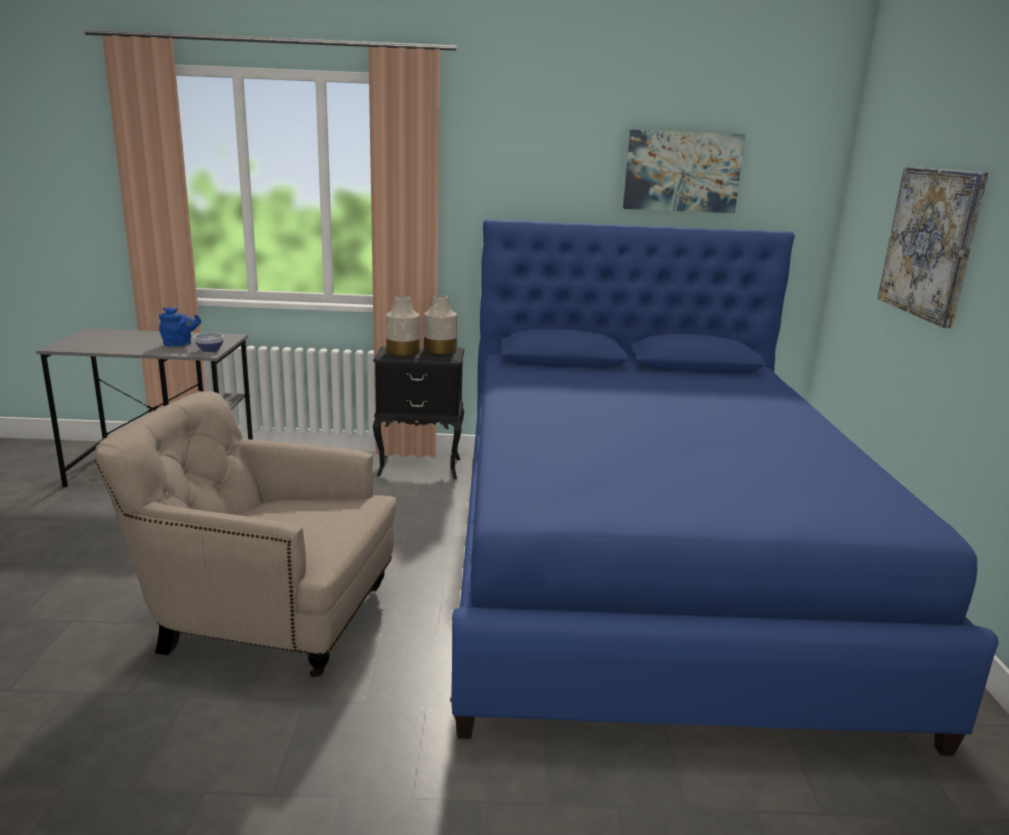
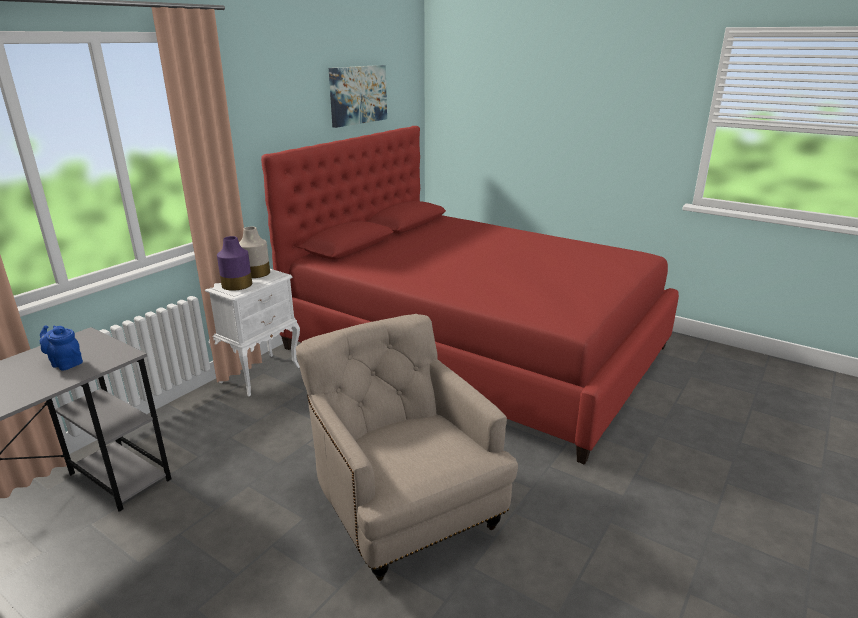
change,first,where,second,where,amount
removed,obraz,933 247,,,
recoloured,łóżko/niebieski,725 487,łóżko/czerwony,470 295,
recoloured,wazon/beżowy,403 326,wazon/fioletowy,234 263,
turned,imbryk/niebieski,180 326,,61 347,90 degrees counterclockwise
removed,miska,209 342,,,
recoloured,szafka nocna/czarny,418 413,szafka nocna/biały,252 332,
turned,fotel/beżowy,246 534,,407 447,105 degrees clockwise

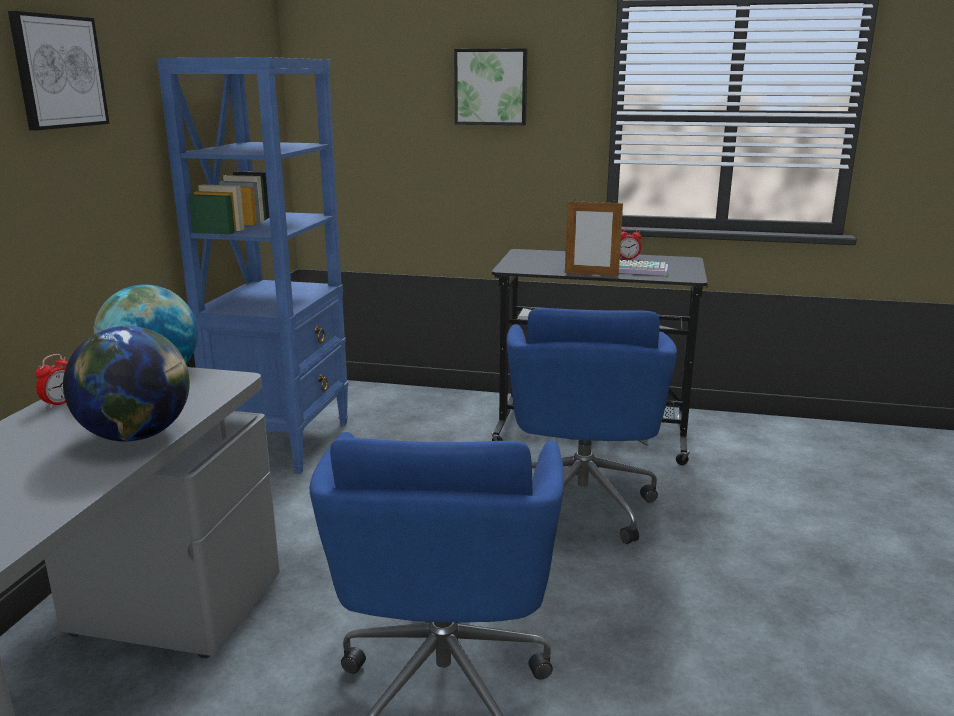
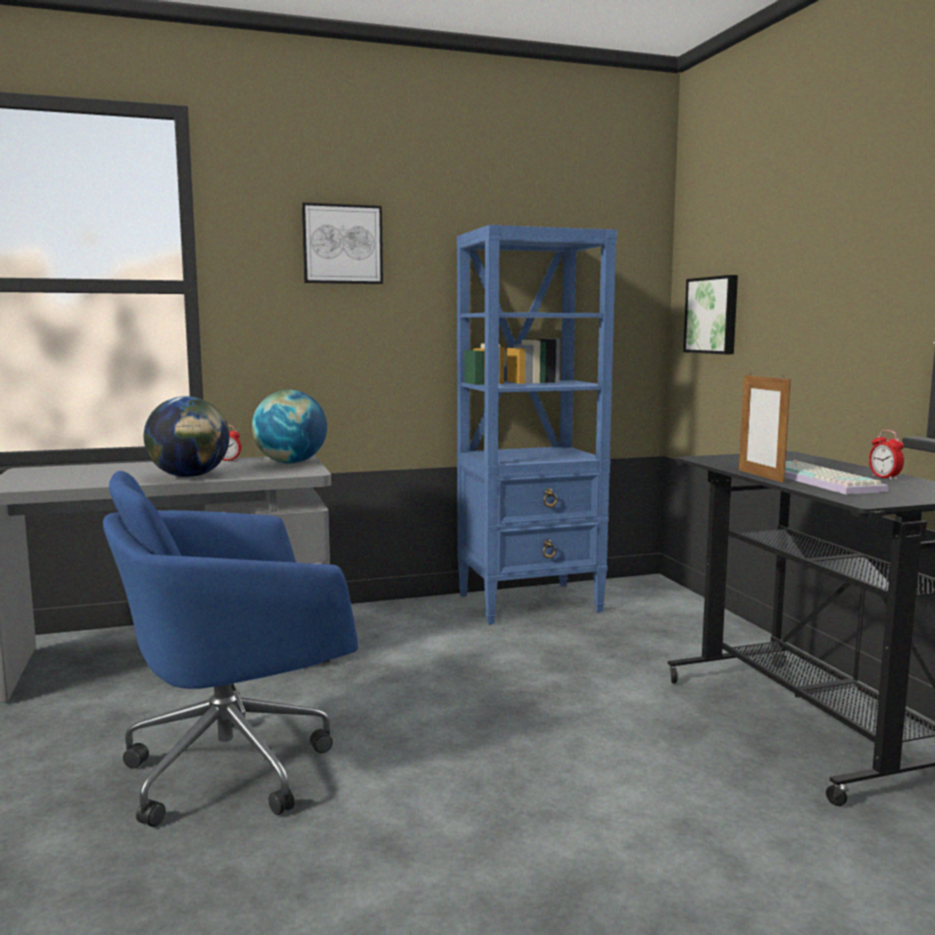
change,first,where,second,where,amount
moved,obraz,490 86,,710 314,
removed,krzesło biurowe/niebieski,592 426,,,

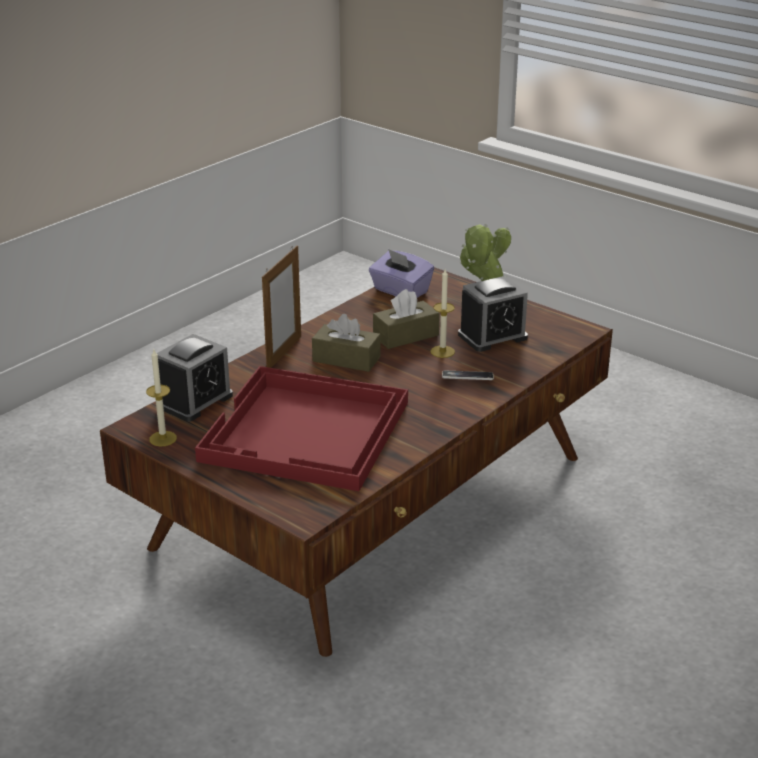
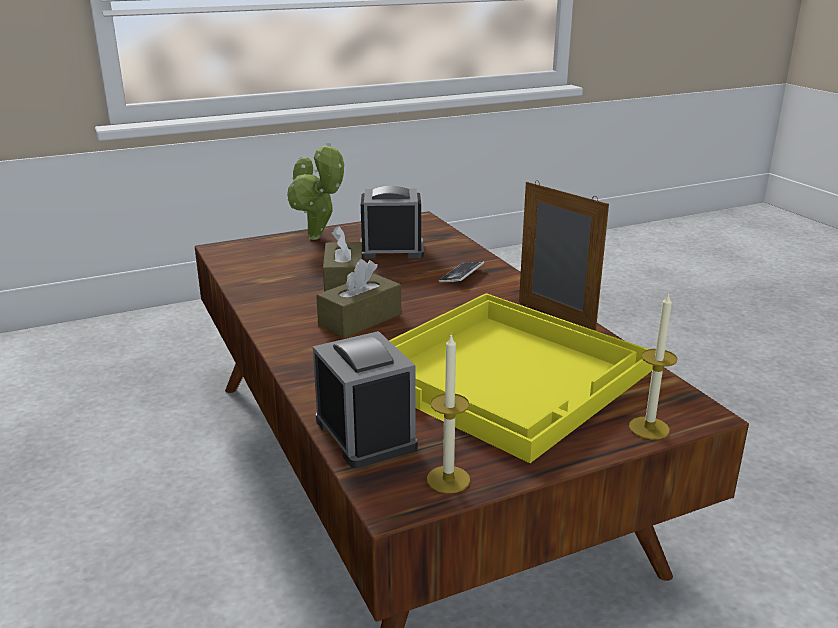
change,first,where,second,where,amount
moved,ramka na zdjęcie,281 306,,564 256,
removed,pudełko chusteczek/fioletowy,401 273,,,
moved,świeca,443 313,,653 365,
turned,budzik,493 314,,392 222,90 degrees counterclockwise
recoloured,taca/czerwony,301 428,taca/żółty,521 378,

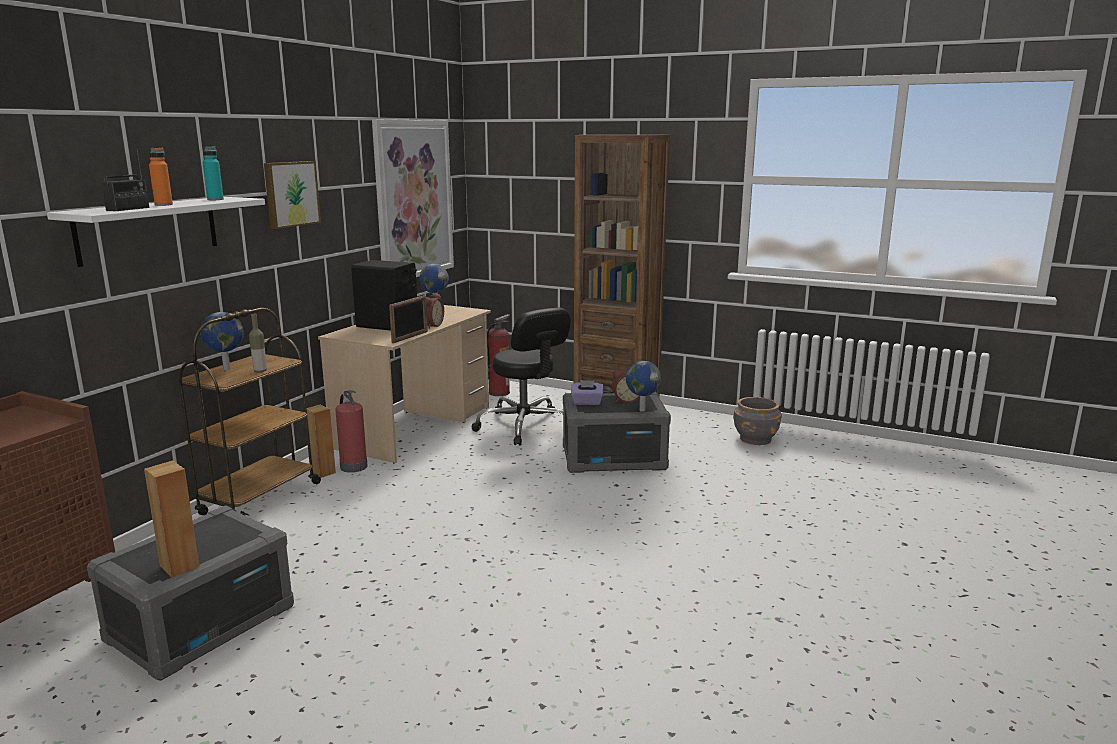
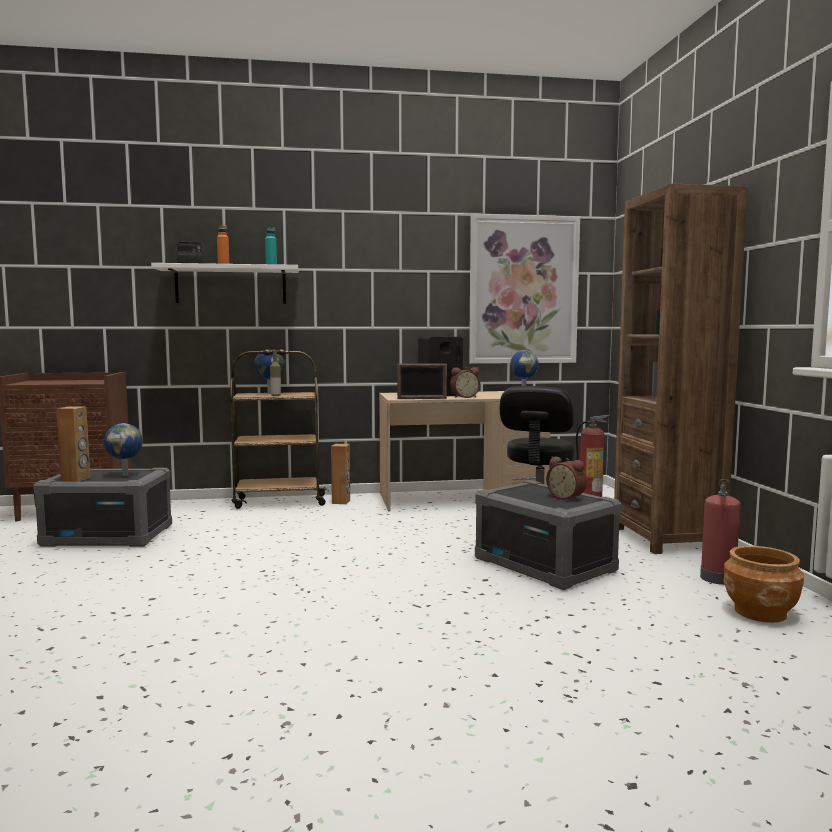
change,first,where,second,where,amount
removed,obraz,292 195,,,
moved,globus,643 386,,123 449,
removed,pudełko chusteczek/fioletowy,587 392,,,
moved,gaśnica,352 431,,720 532,
recoloured,donica/szary,757 421,donica/brązowy,764 584,

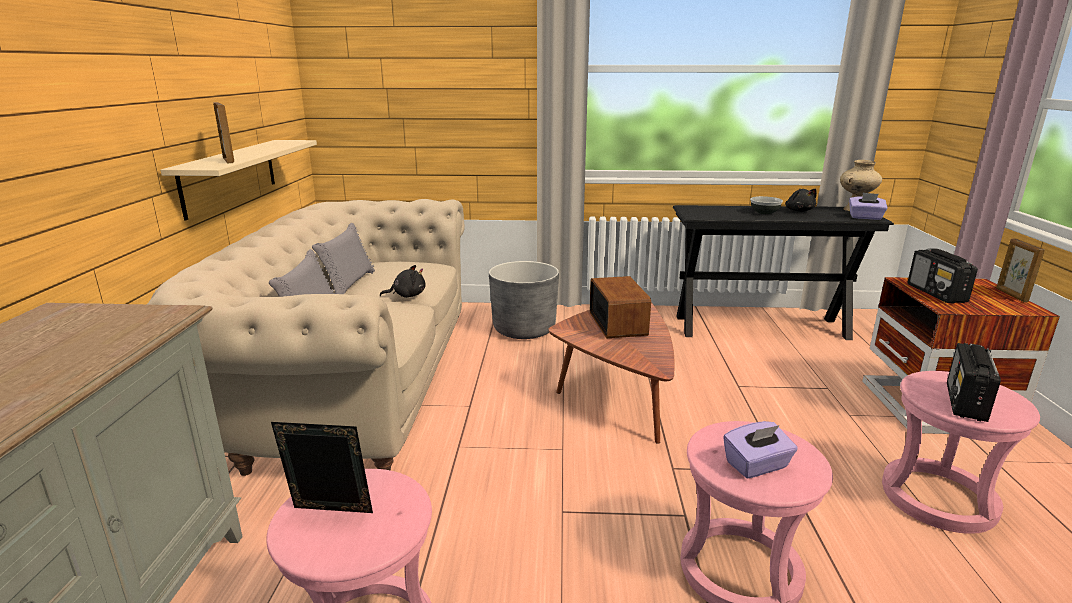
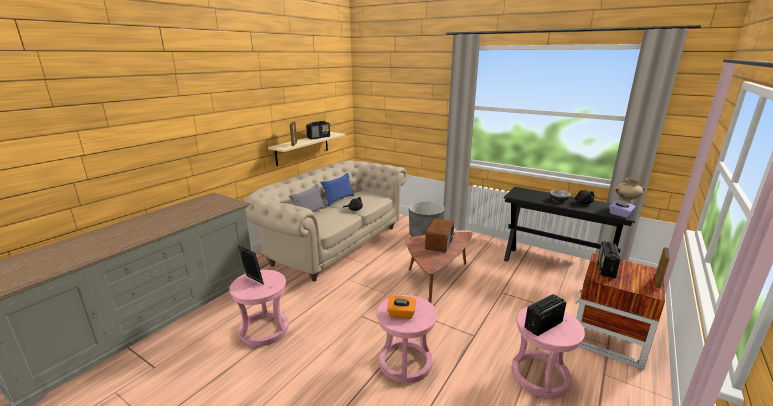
change,first,where,second,where,amount
recoloured,poduszka/szary,343 258,poduszka/niebieski,337 189,
recoloured,pudełko chusteczek/fioletowy,760 449,pudełko chusteczek/pomarańczowy,401 307,
added,,,radio,318 130,

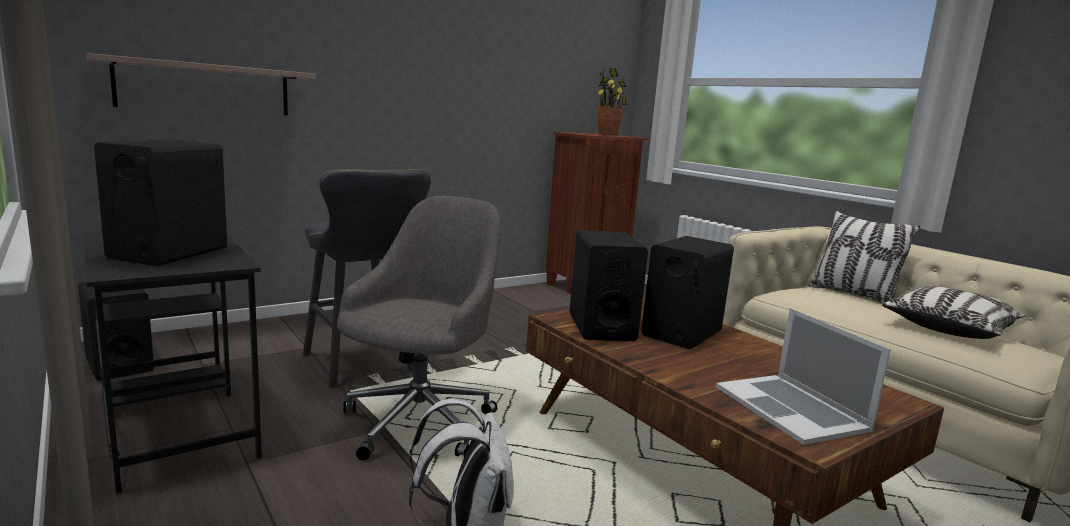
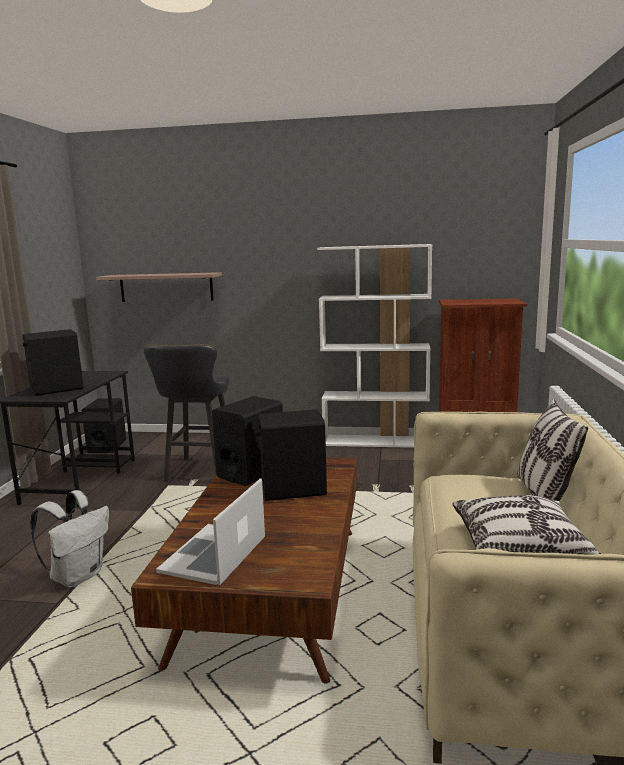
change,first,where,second,where,amount
removed,roślina doniczkowa,611 102,,,
removed,krzesło biurowe/szary,418 328,,,
added,,,regał/biały,374 346,

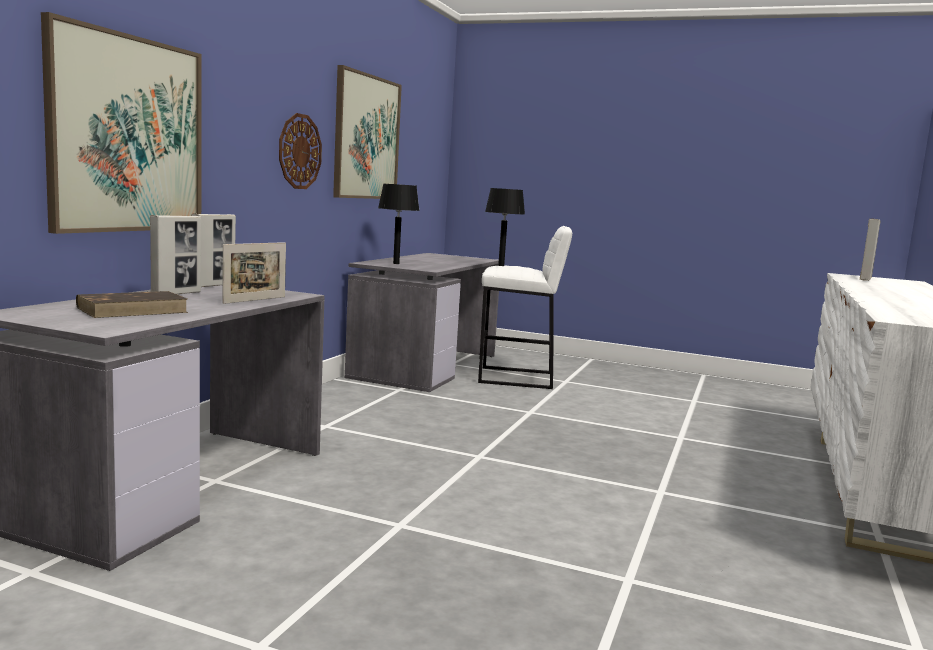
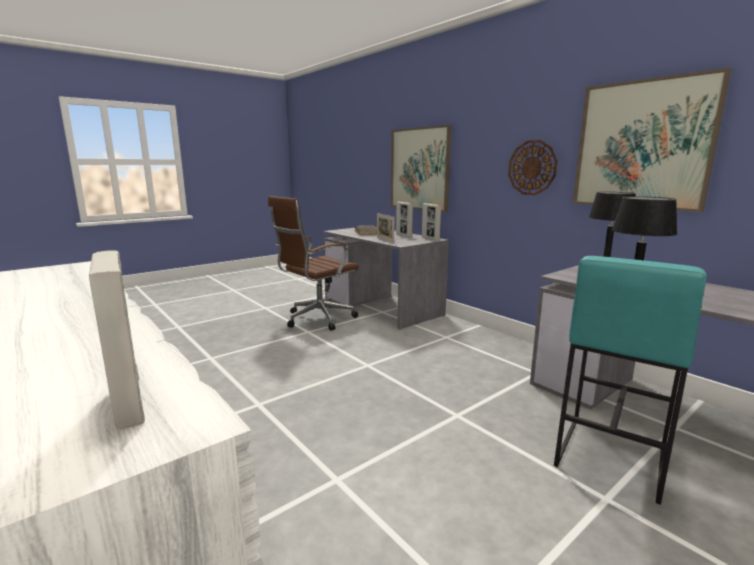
change,first,where,second,where,amount
recoloured,stołek/biały,525 307,stołek/turkusowy,630 380,
added,,,krzesło biurowe/brązowy,313 263,

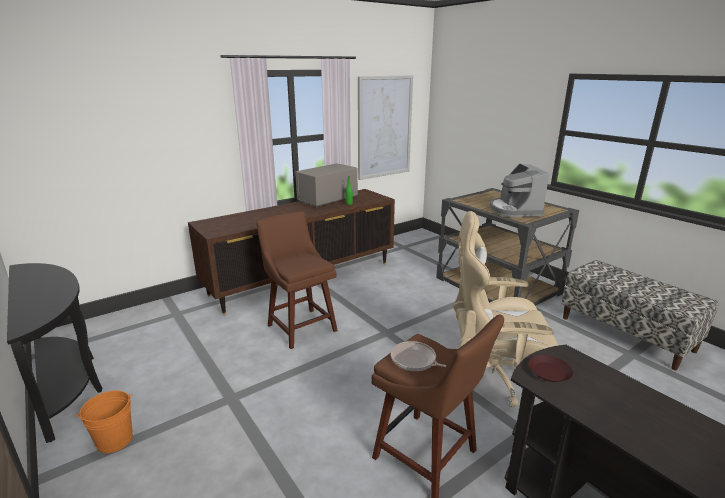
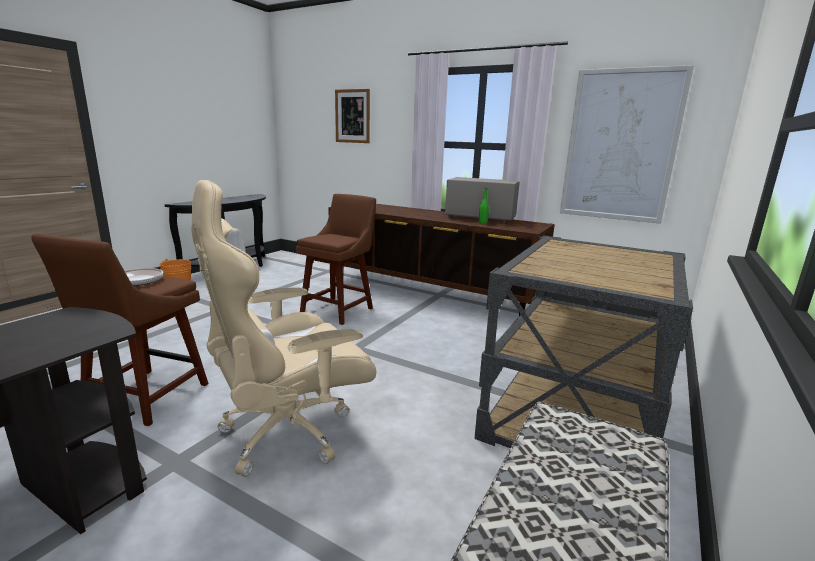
change,first,where,second,where,amount
removed,ekspres do kawy,519 190,,,
turned,krzesło biurowe/beżowy,505 309,,283 328,105 degrees counterclockwise
removed,talerz/brązowy,550 368,,,
added,,,obraz,352 116,

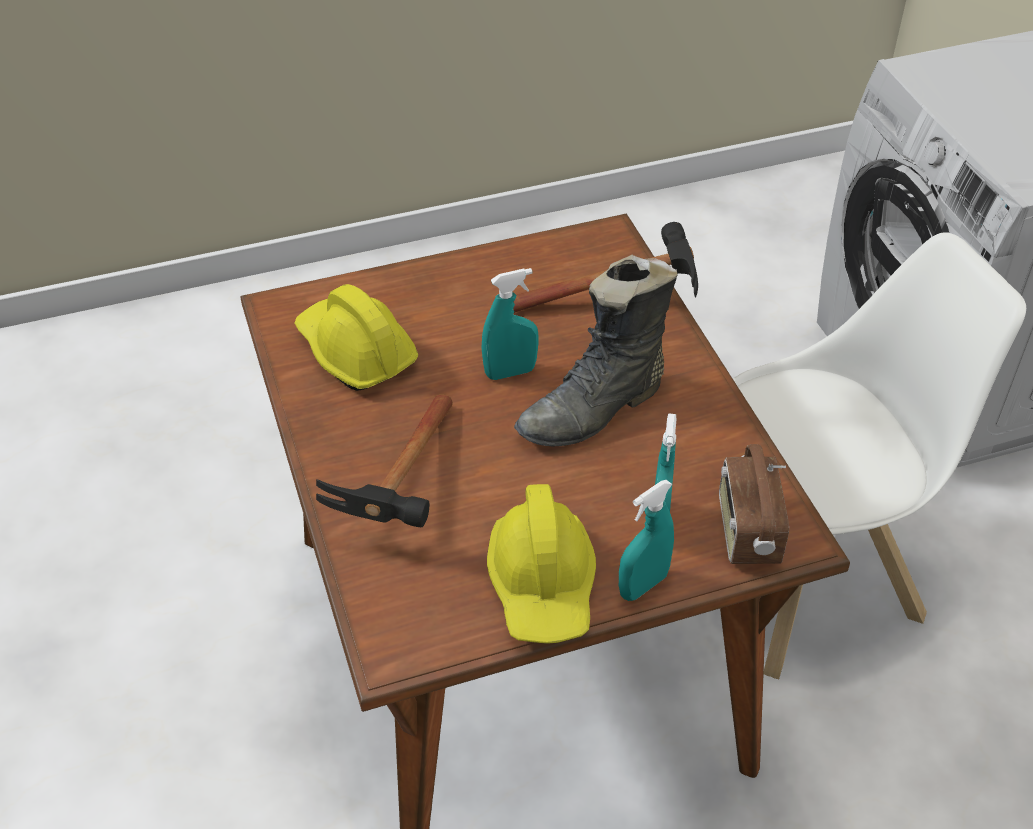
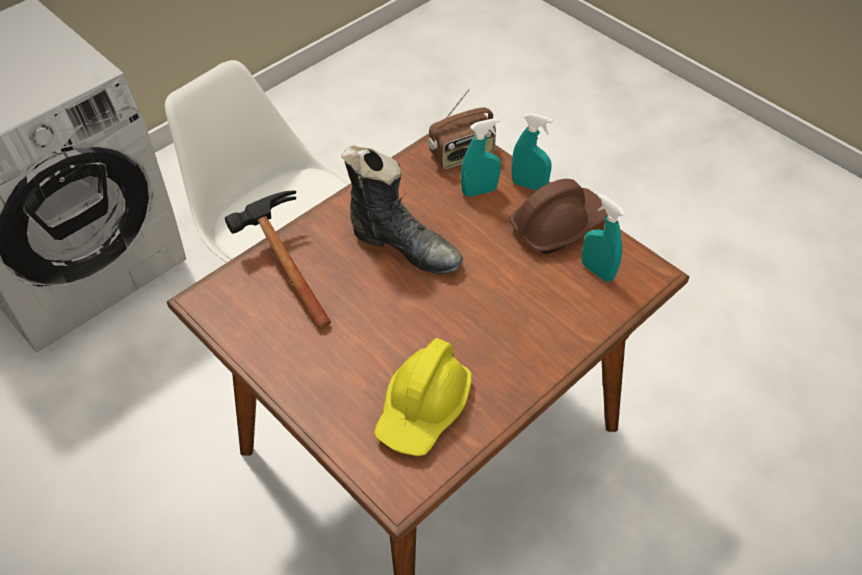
change,first,where,second,where,amount
moved,spryskiwacz/turkusowy,510 324,,603 238,
removed,młotek,384 461,,,
recoloured,kask/żółty,541 564,kask/brązowy,558 216,

